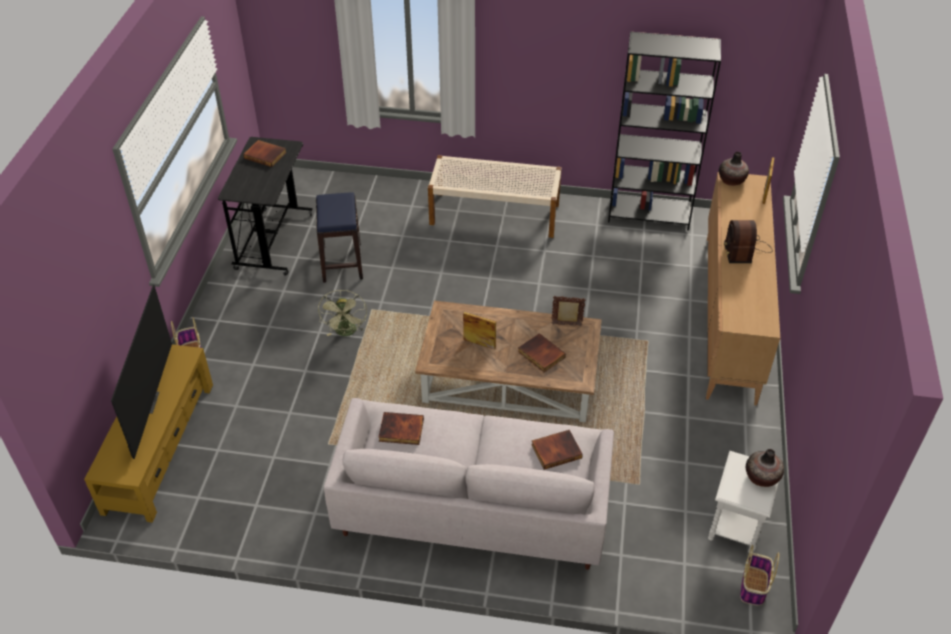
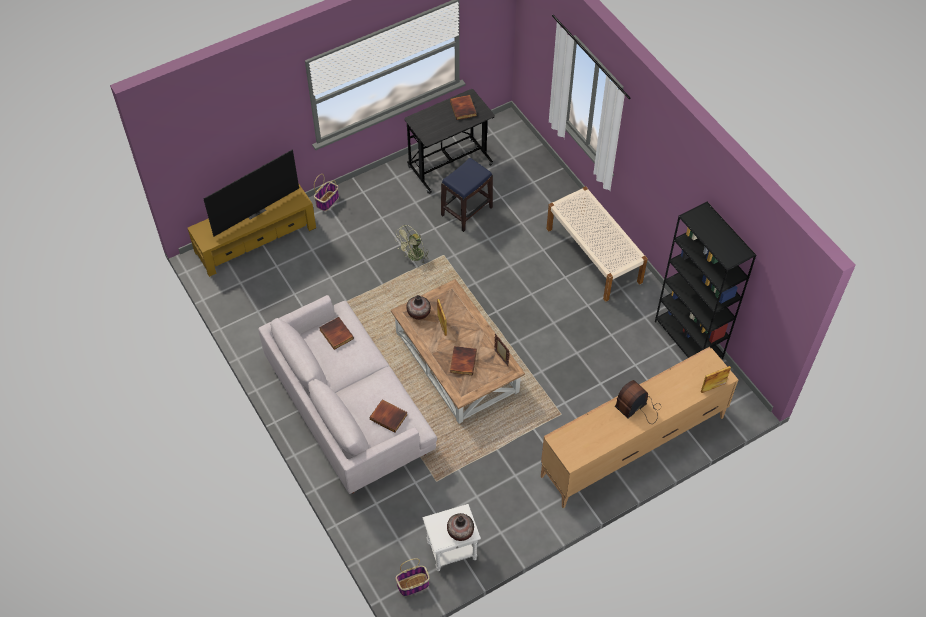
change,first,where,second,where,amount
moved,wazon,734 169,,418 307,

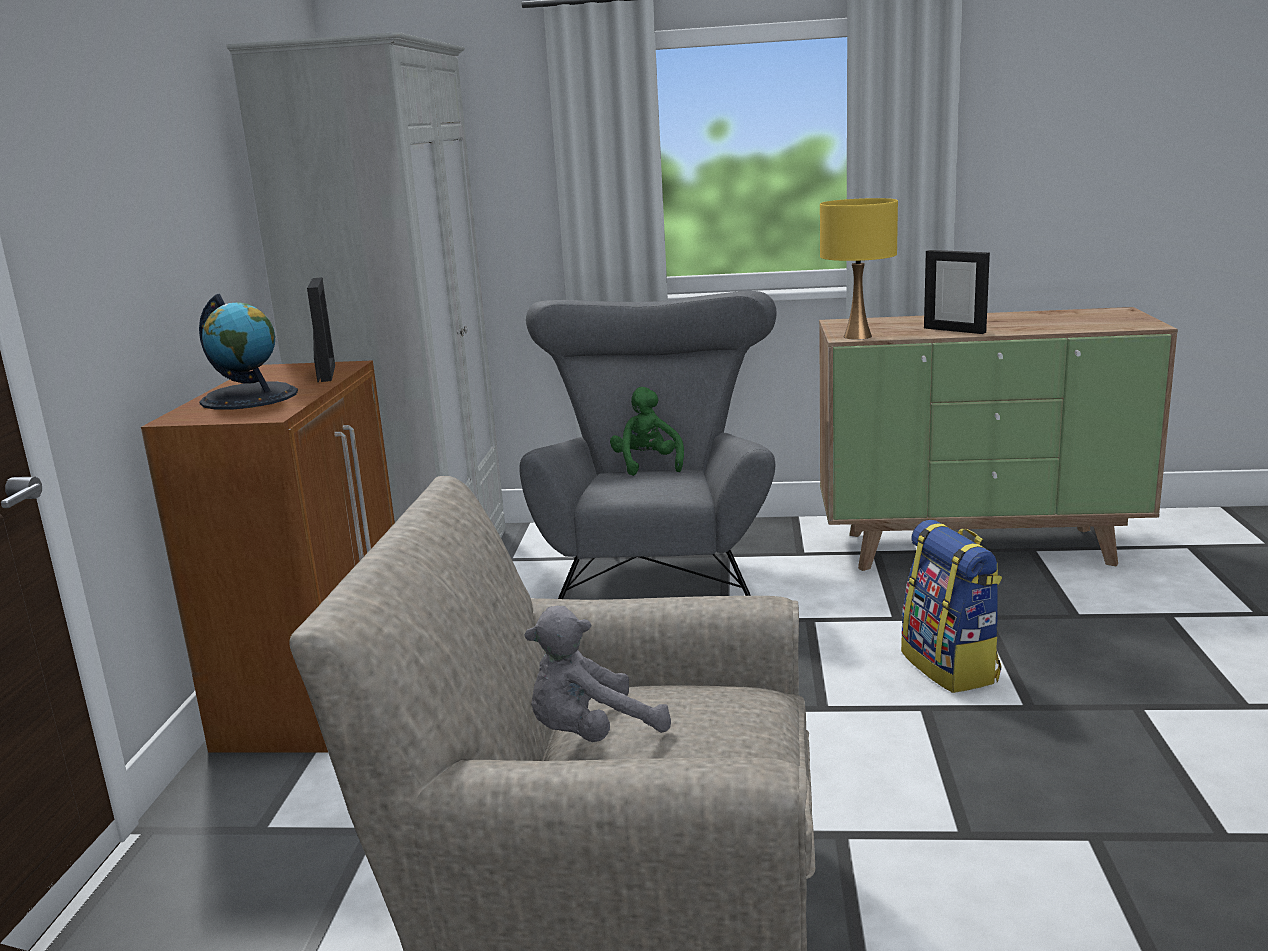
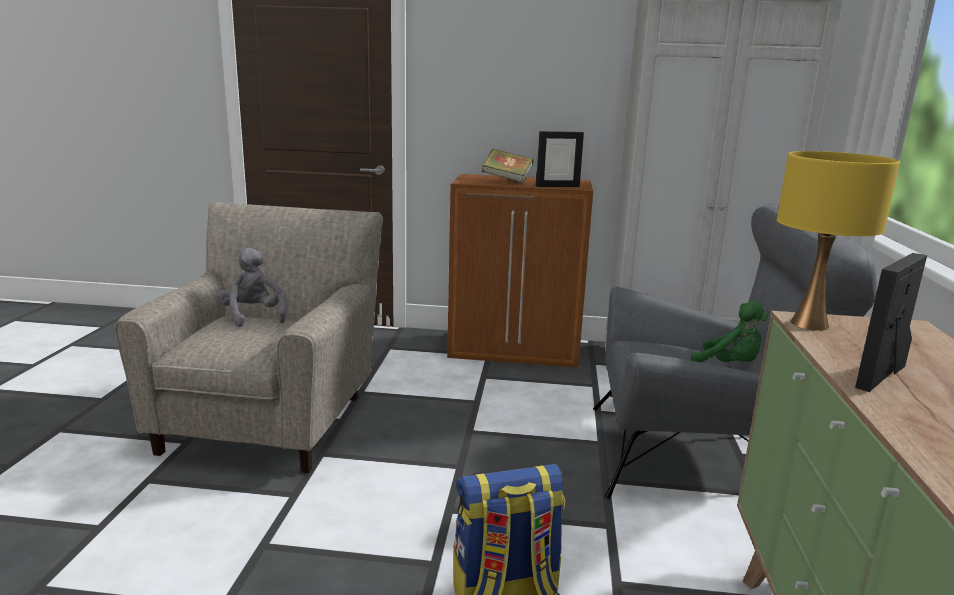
change,first,where,second,where,amount
replaced,globus,248 352,książka,507 166,
turned,pluszak/zielony,647 431,,729 331,45 degrees clockwise

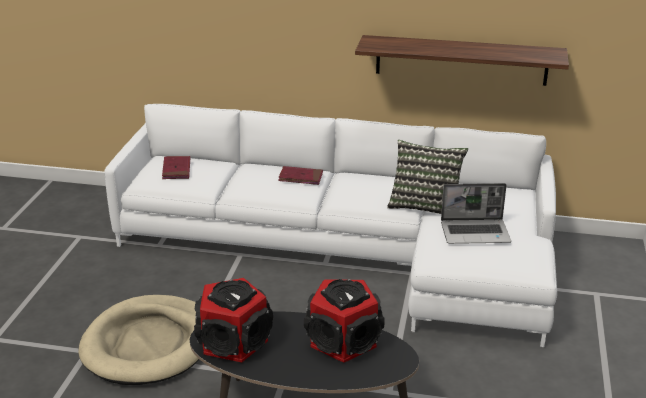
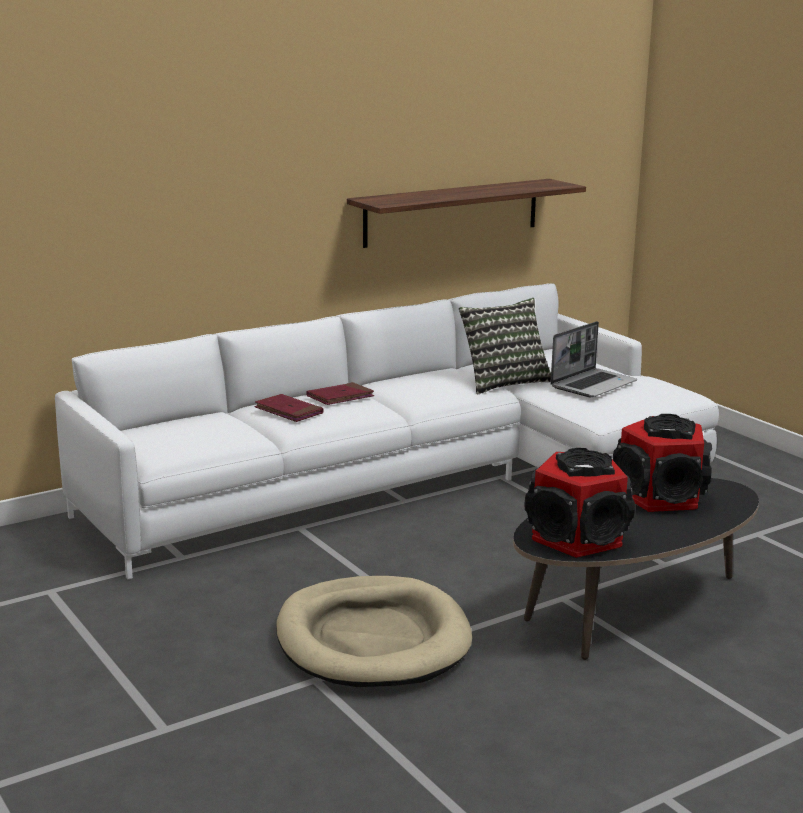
change,first,where,second,where,amount
moved,książka/czerwony,176 167,,288 408,

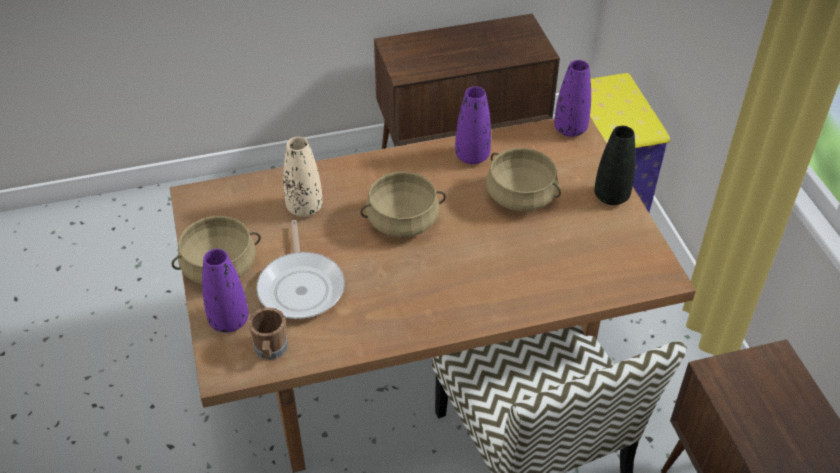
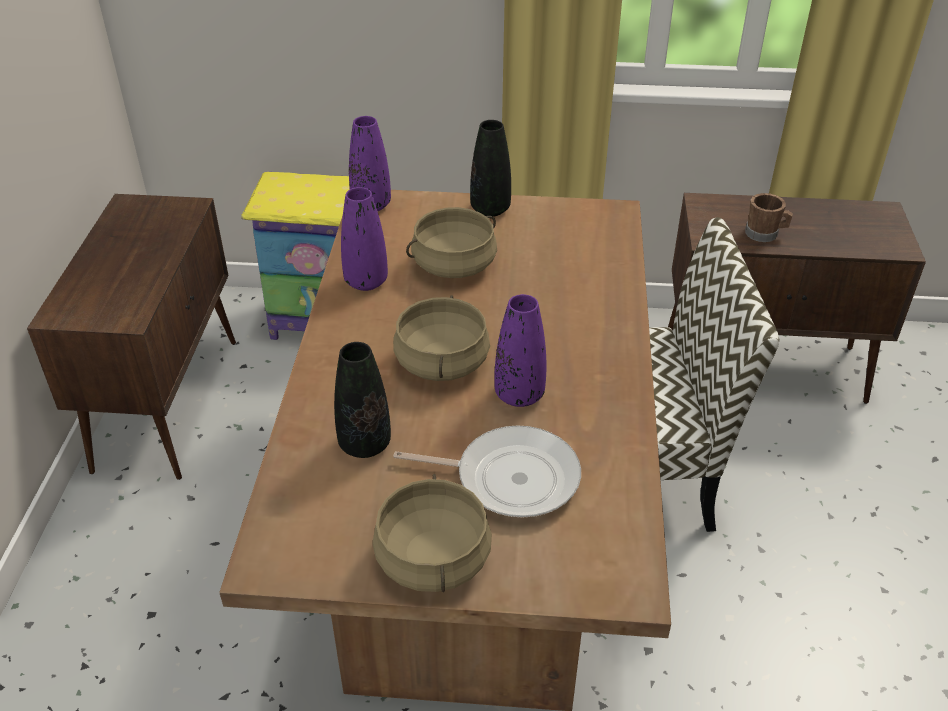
change,first,where,second,where,amount
recoloured,wazon/beżowy,303 177,wazon/czarny,362 400,
moved,wazon/fioletowy,225 291,,520 350,
moved,kubek/brązowy,268 333,,769 217,

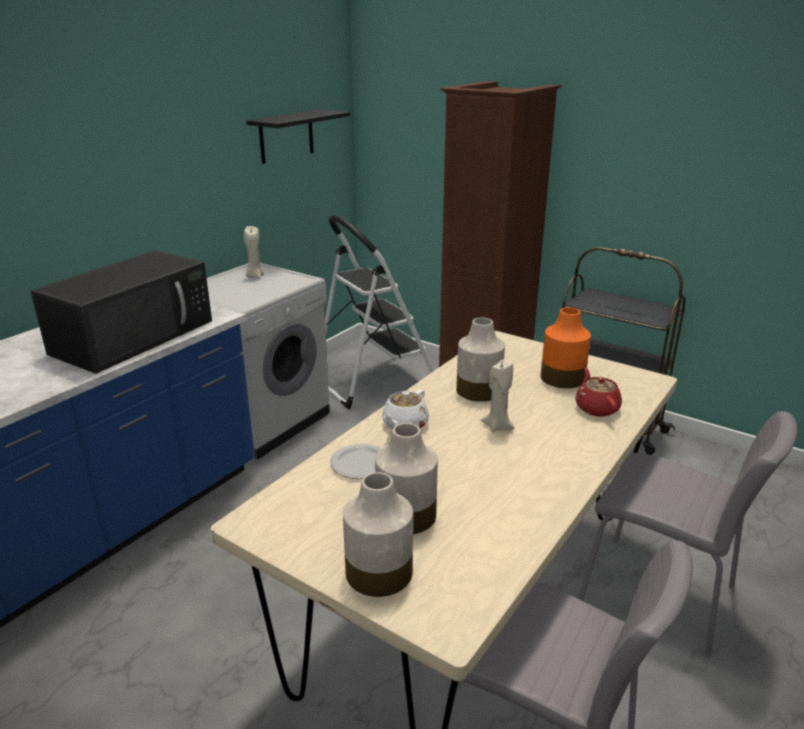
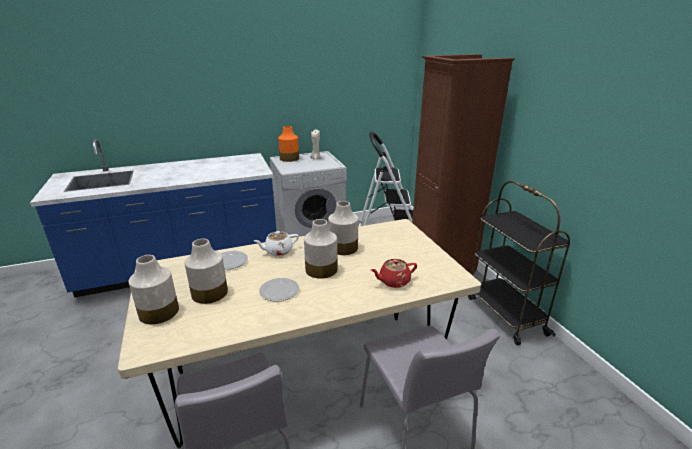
change,first,where,second,where,amount
removed,półka/czarny,298 136,,,
removed,mikrofalówka/czarny,121 312,,,
moved,wazon/pomarańczowy,566 347,,288 144,
replaced,świeca/beżowy,498 396,wazon/beżowy,320 249,
turned,imbryk/czerwony,598 392,,394 273,135 degrees counterclockwise
added,,,talerz,279 289,

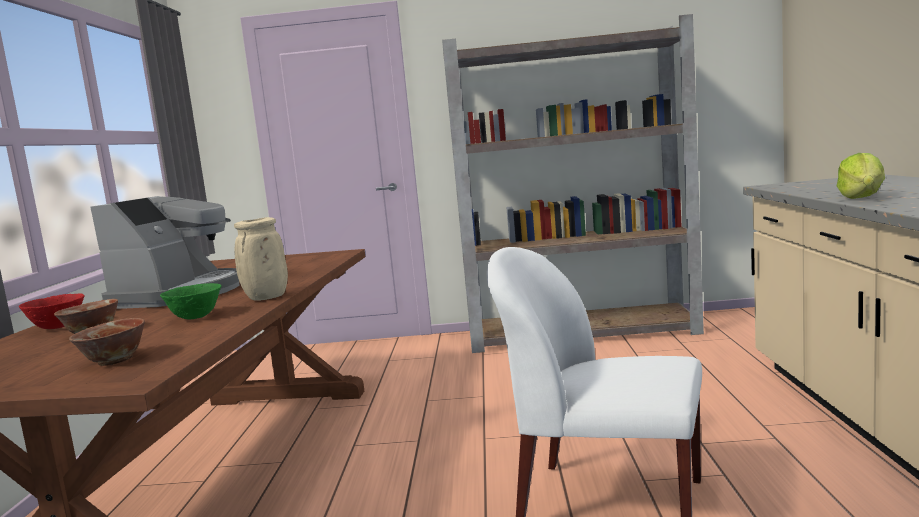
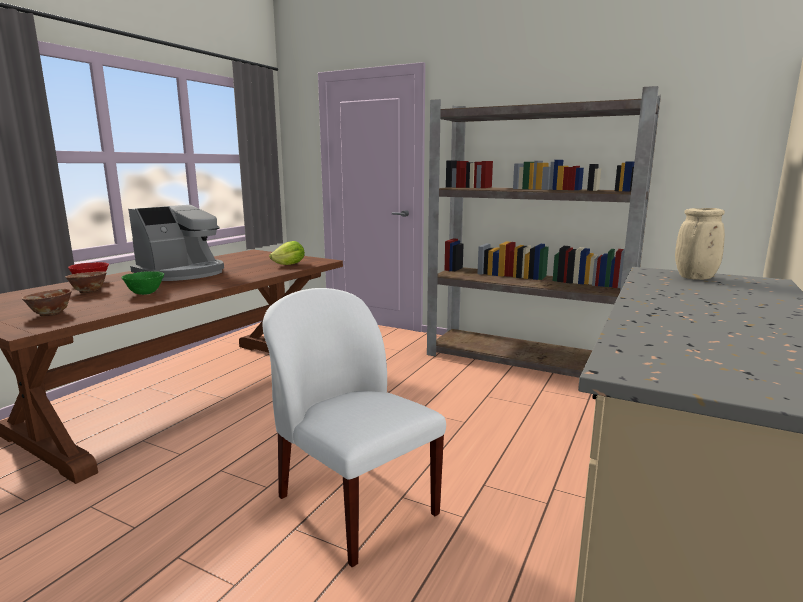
change,first,where,second,where,amount
moved,sałata,861 176,,287 253,
moved,wazon/beżowy,261 259,,700 244,

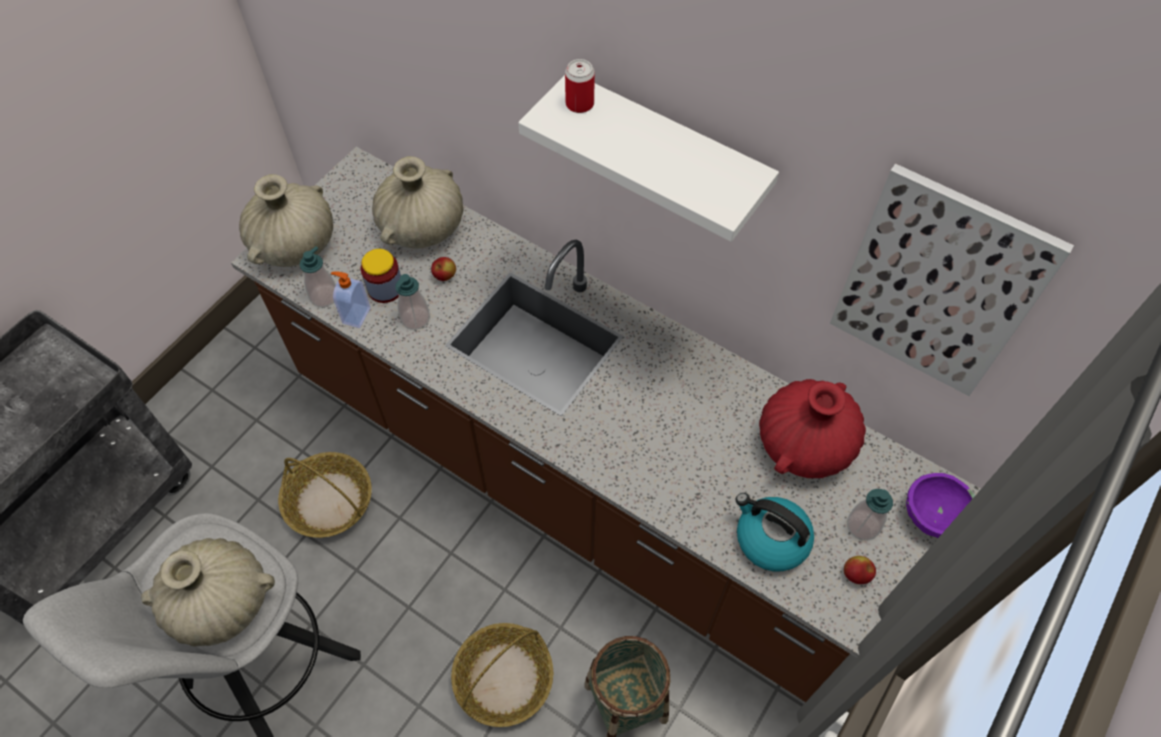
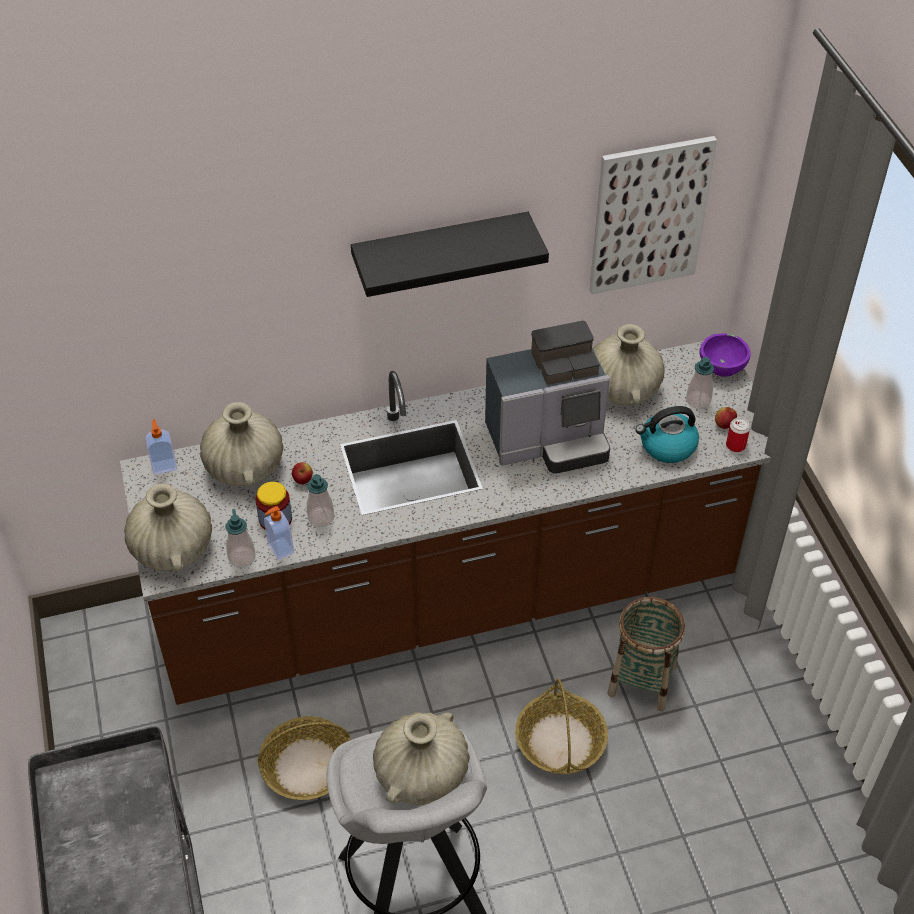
change,first,where,second,where,amount
moved,puszka,580 86,,738 434,
recoloured,półka/biały,648 158,półka/czarny,450 254,
recoloured,wazon/czerwony,812 428,wazon/beżowy,629 364,
added,,,ekspres do kawy,547 397,
added,,,dozownik mydła,161 446,

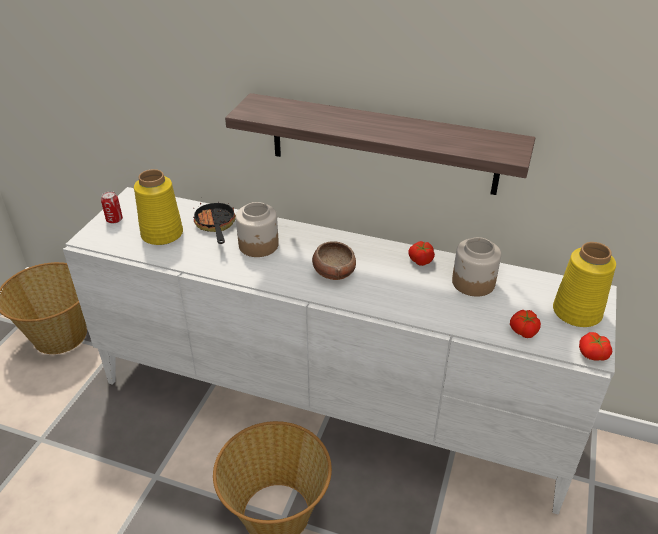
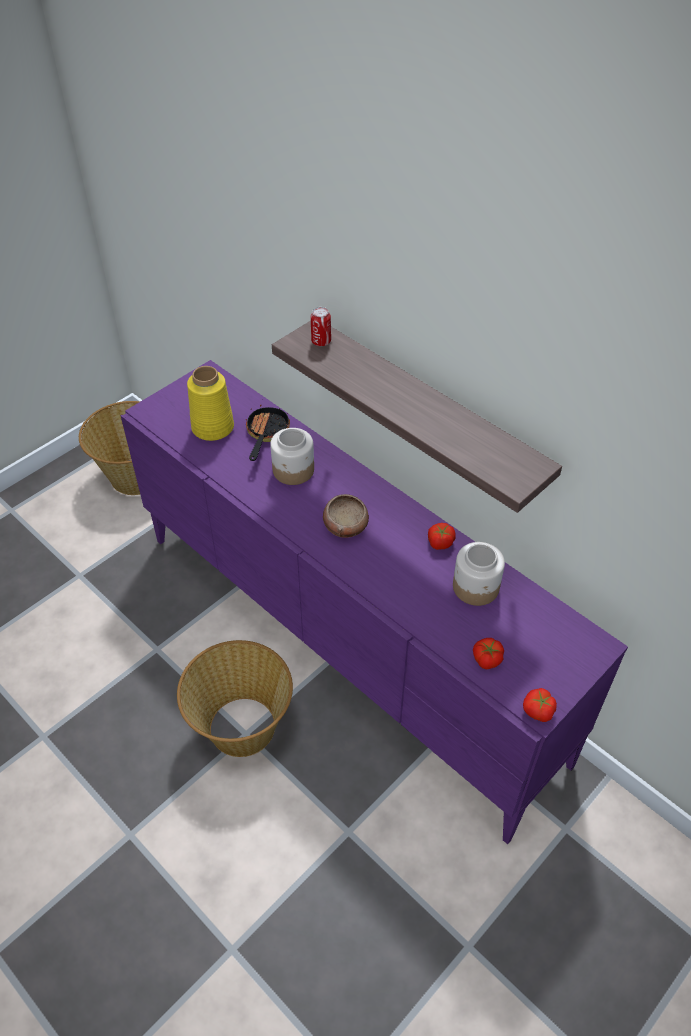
change,first,where,second,where,amount
recoloured,szafka/biały,340 350,szafka/fioletowy,374 602,
moved,puszka,112 207,,321 326,
removed,wazon/żółty,584 284,,,

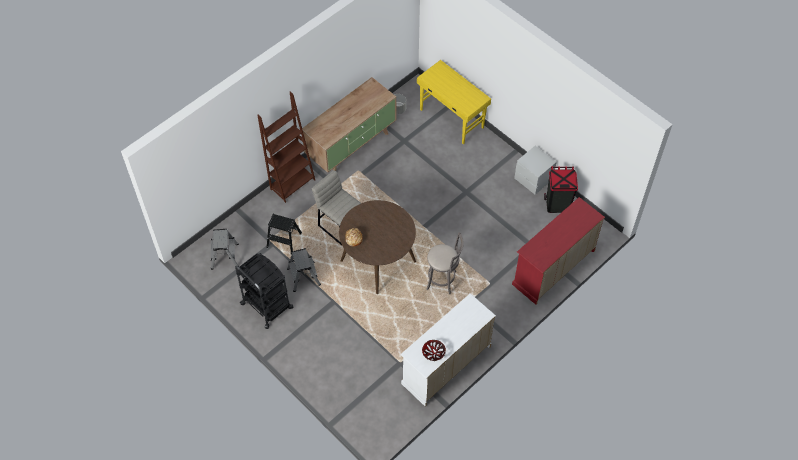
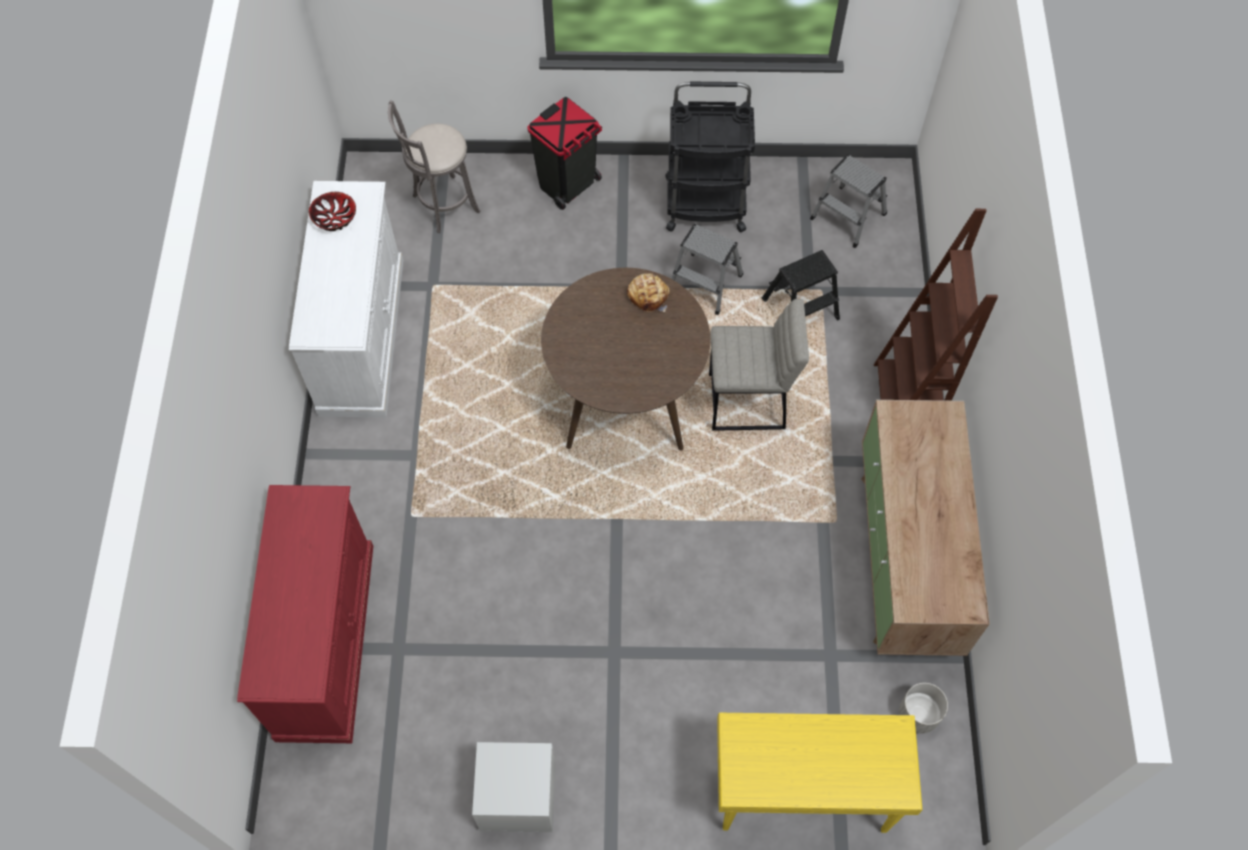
change,first,where,second,where,amount
moved,kosz na śmieci/czarny,561 189,,564 153,
moved,stołek/szary,445 263,,434 166,

